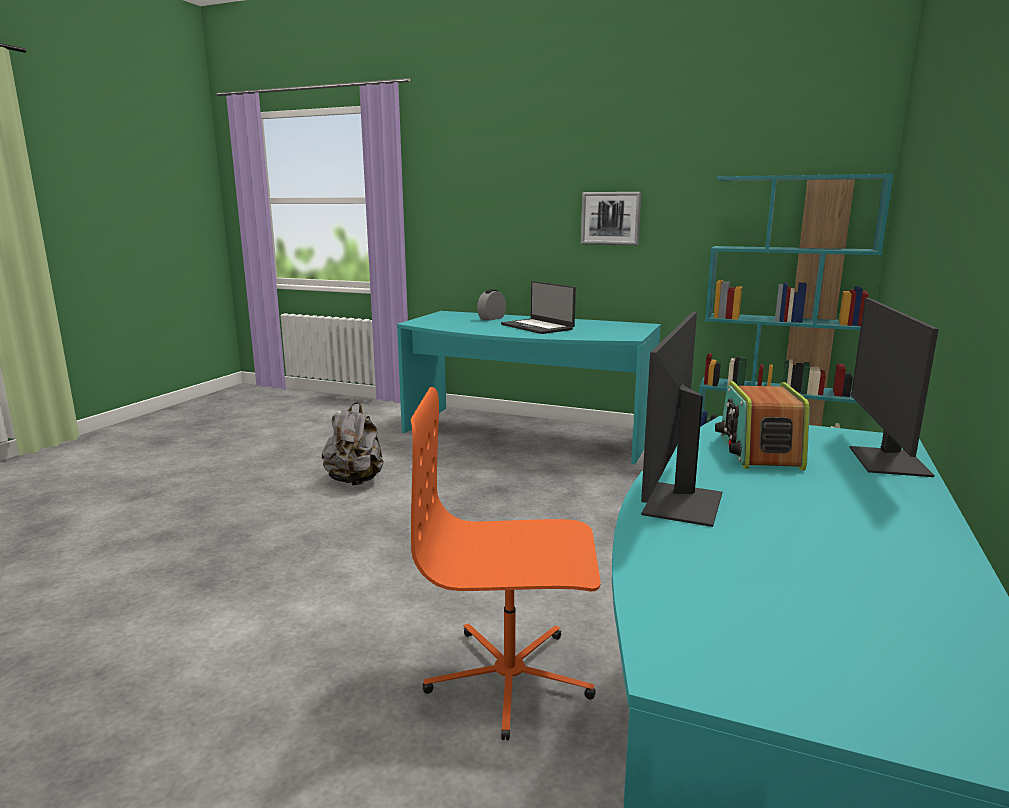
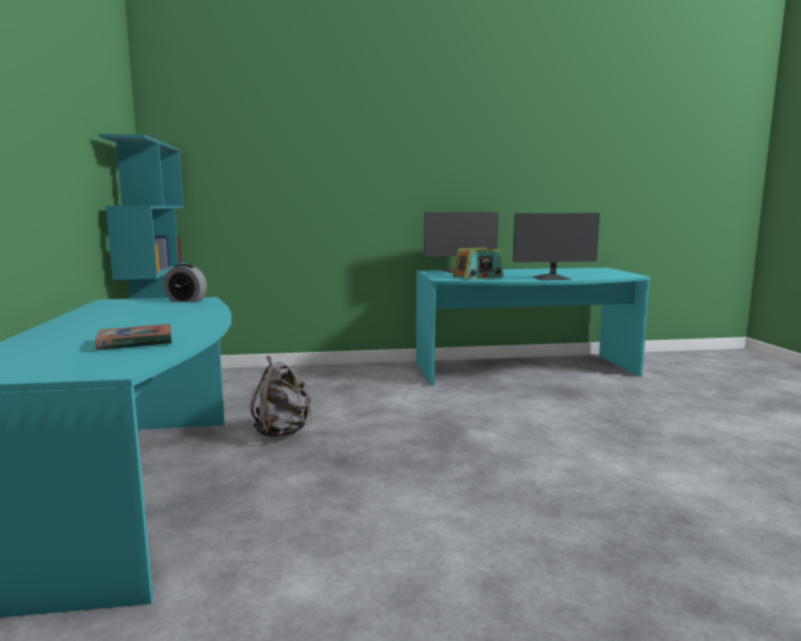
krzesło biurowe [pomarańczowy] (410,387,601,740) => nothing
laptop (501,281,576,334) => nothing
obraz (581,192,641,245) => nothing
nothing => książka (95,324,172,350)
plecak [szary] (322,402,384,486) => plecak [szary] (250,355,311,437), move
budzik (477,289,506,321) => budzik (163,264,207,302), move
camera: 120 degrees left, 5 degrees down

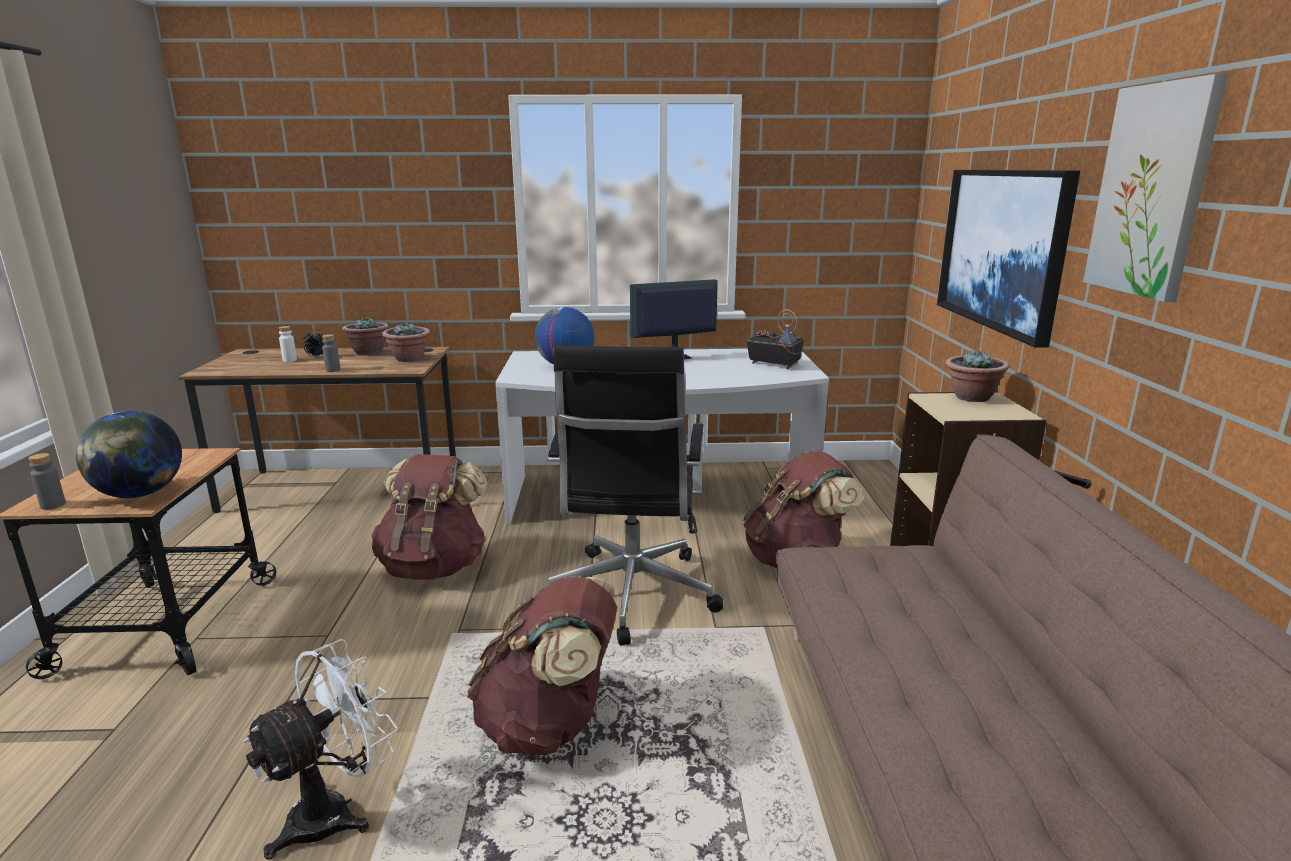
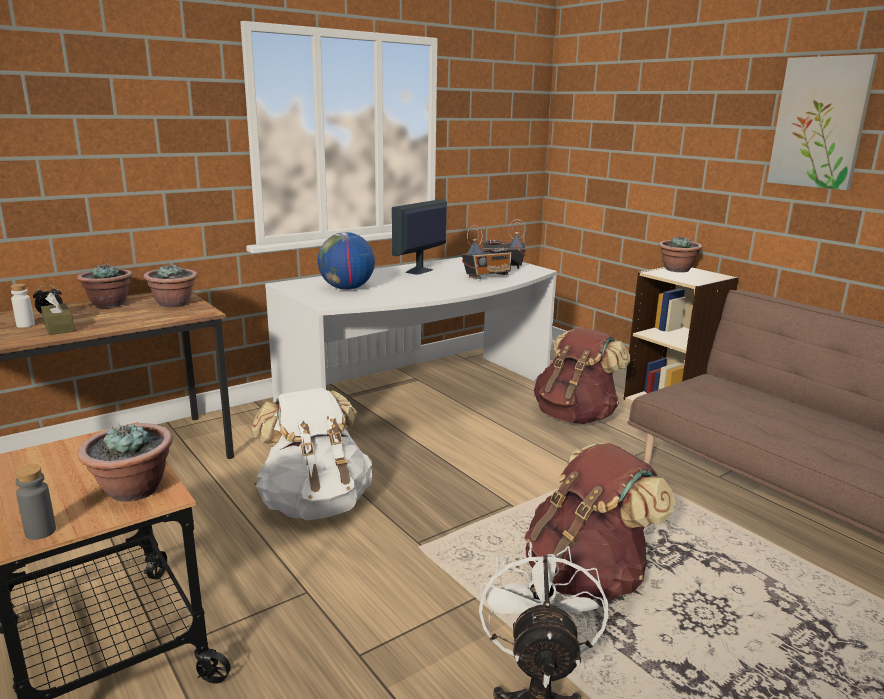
butelka [szary] (322,334,341,372) => nothing
krzesło biurowe [czarny] (542,345,723,645) => nothing
obraz (937,170,1080,348) => nothing
nothing => pudełko chusteczek [brązowy] (41,292,75,335)
nothing => radio (462,225,511,279)
globus (76,411,182,498) => roślina doniczkowa (78,423,173,502)
plecak [brązowy] (371,454,487,580) => plecak [biały] (251,388,372,520)
camera: 35 degrees left, 0 degrees up

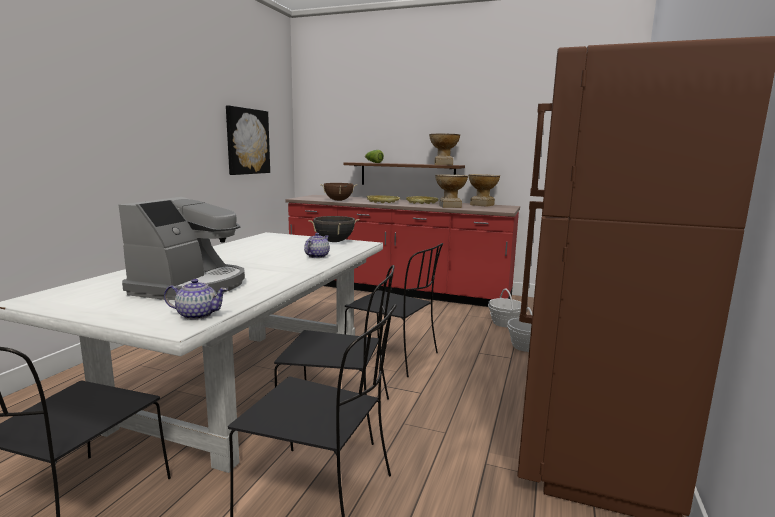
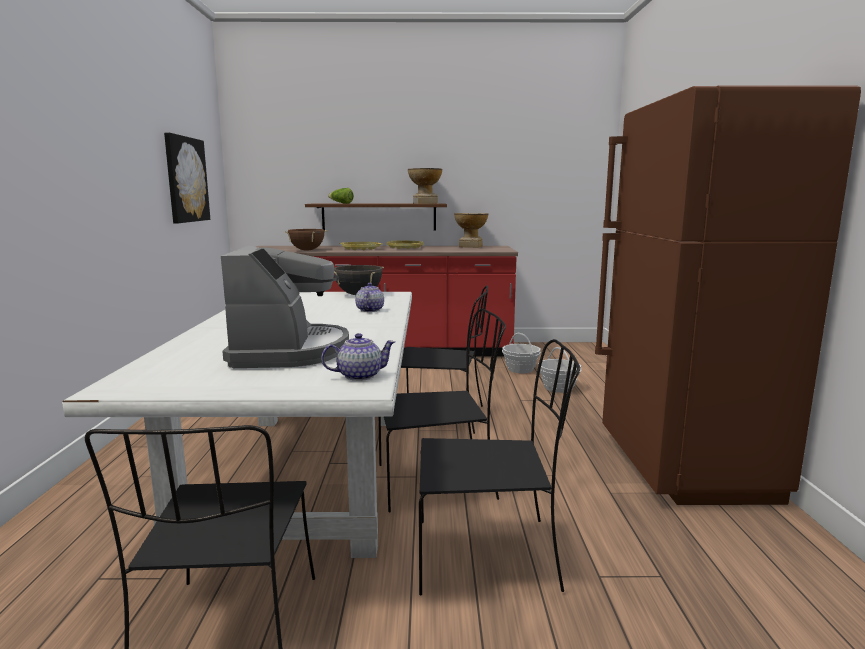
wazon (435,175,468,208) => nothing
camera: 20 degrees left, 0 degrees up

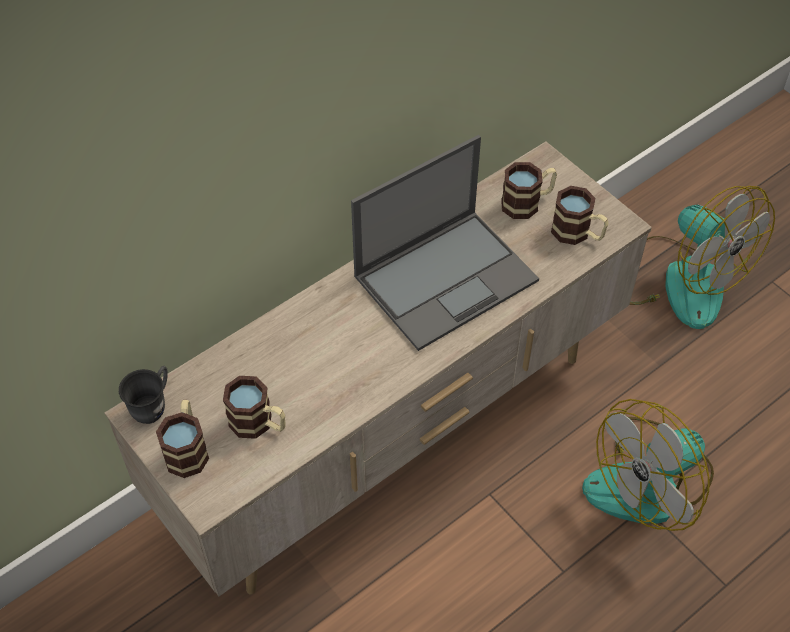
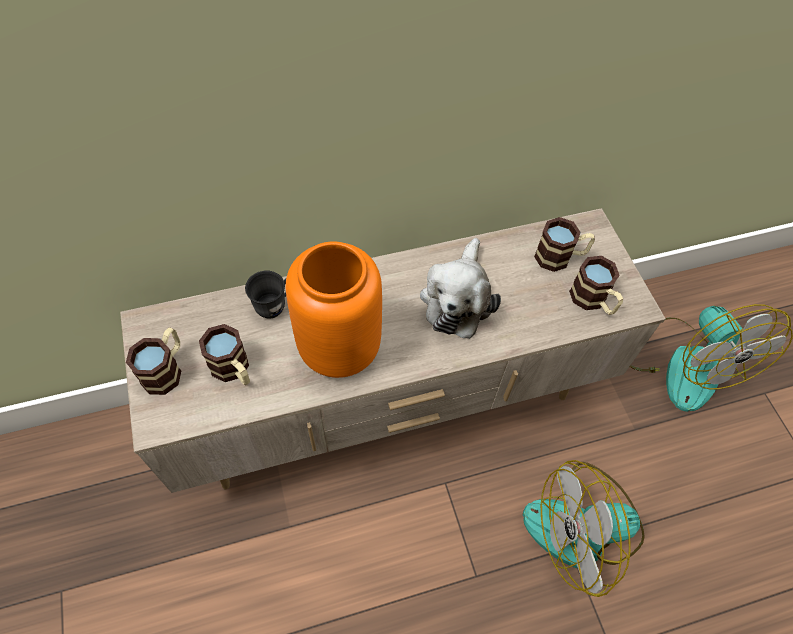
nothing => wazon [pomarańczowy] (286,241,382,378)
kubek [szary] (119,366,168,424) => kubek [szary] (245,271,286,319), move
laptop (351,135,539,351) => pluszak (420,238,501,339)
camera: 20 degrees right, 5 degrees up

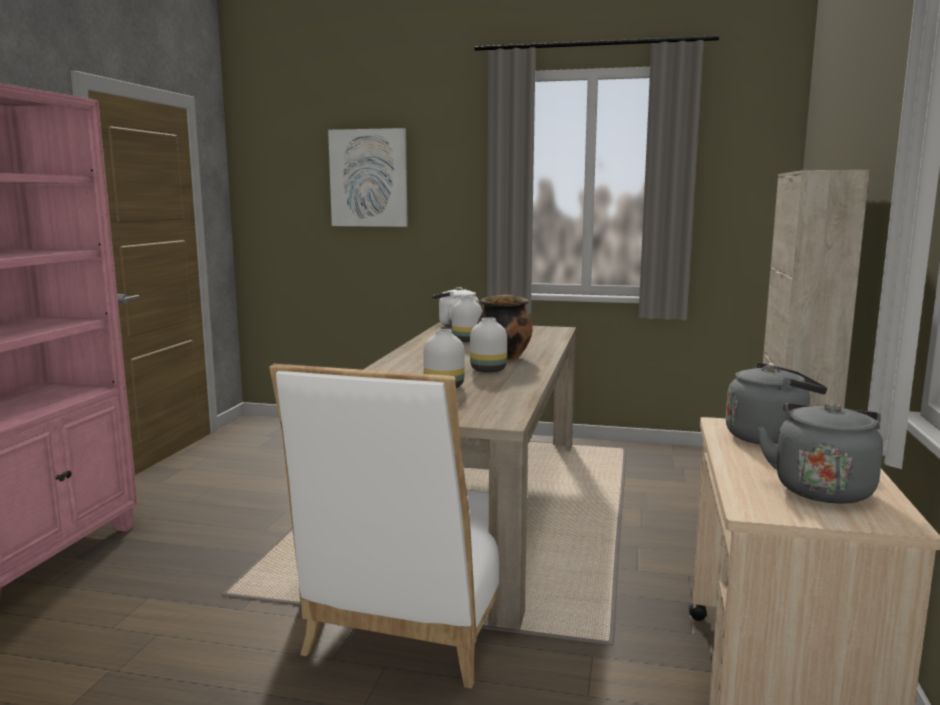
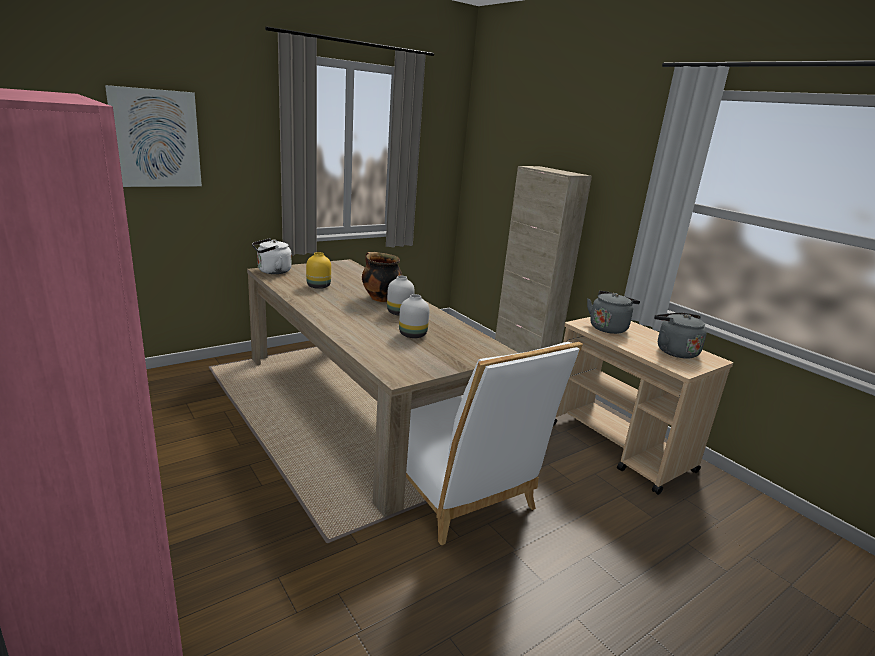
wazon [biały] (452,297,482,342) => wazon [żółty] (306,252,331,289)
camera: 50 degrees left, 10 degrees up

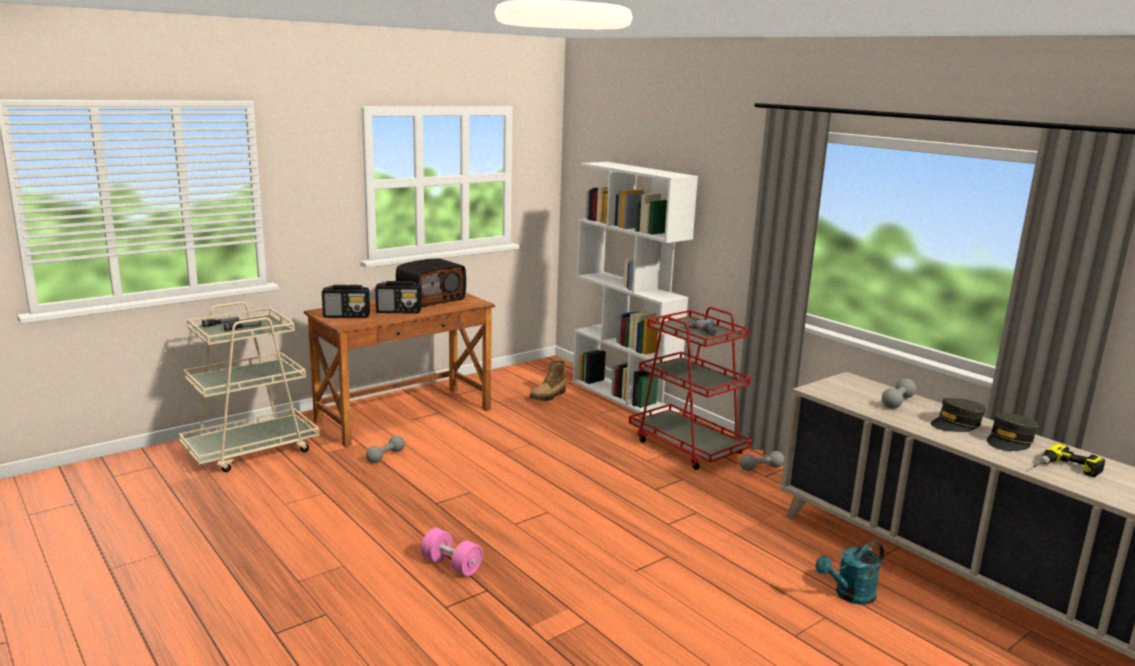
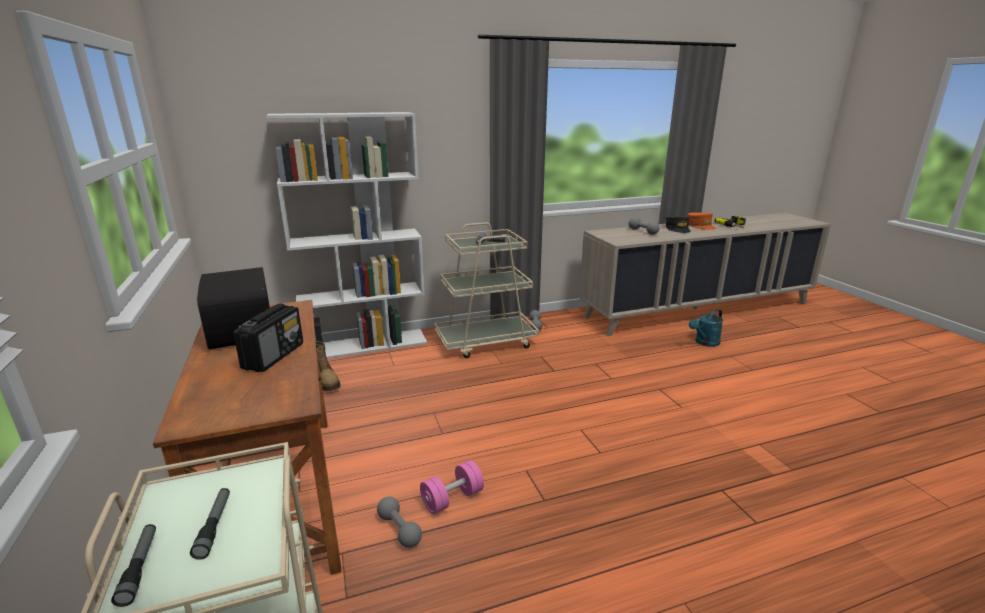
radio (322,285,370,318) => nothing
hantel [różowy] (421,528,483,576) => hantel [różowy] (420,460,484,514), move
wózek [czerwony] (629,307,752,470) => wózek [beżowy] (434,223,539,358)
czapka z daszkiem [szary] (987,413,1039,451) => czapka z daszkiem [pomarańczowy] (688,212,716,230)
konewka [turkusowy] (815,541,884,605) => konewka [turkusowy] (689,309,723,347), 60 degrees clockwise
camera: 70 degrees left, 5 degrees up

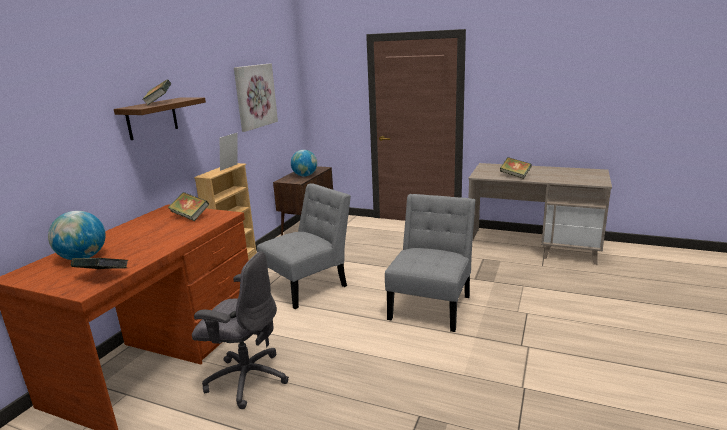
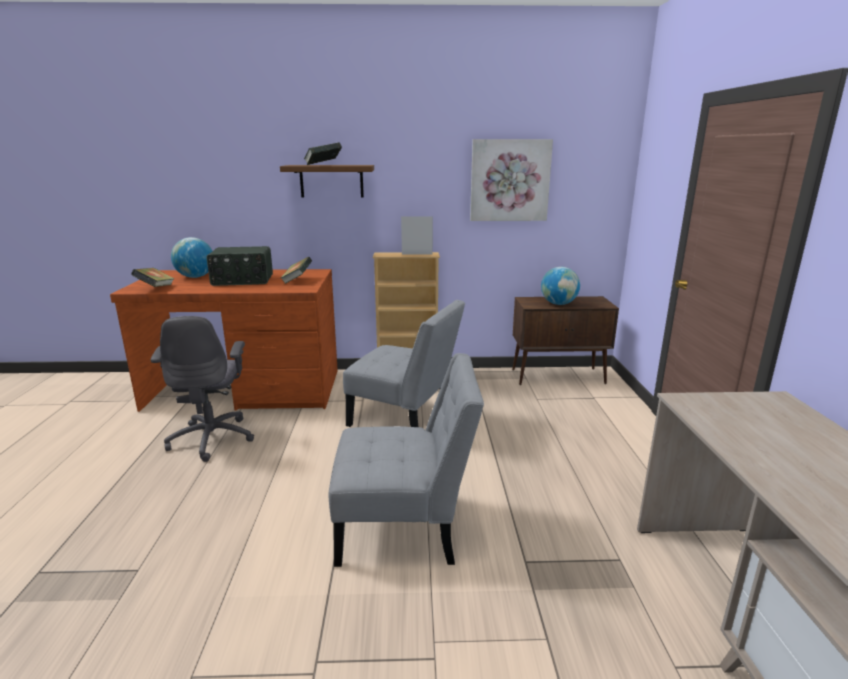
książka (500,157,532,179) => nothing
nothing => radio (206,246,273,286)
camera: 65 degrees right, 0 degrees up

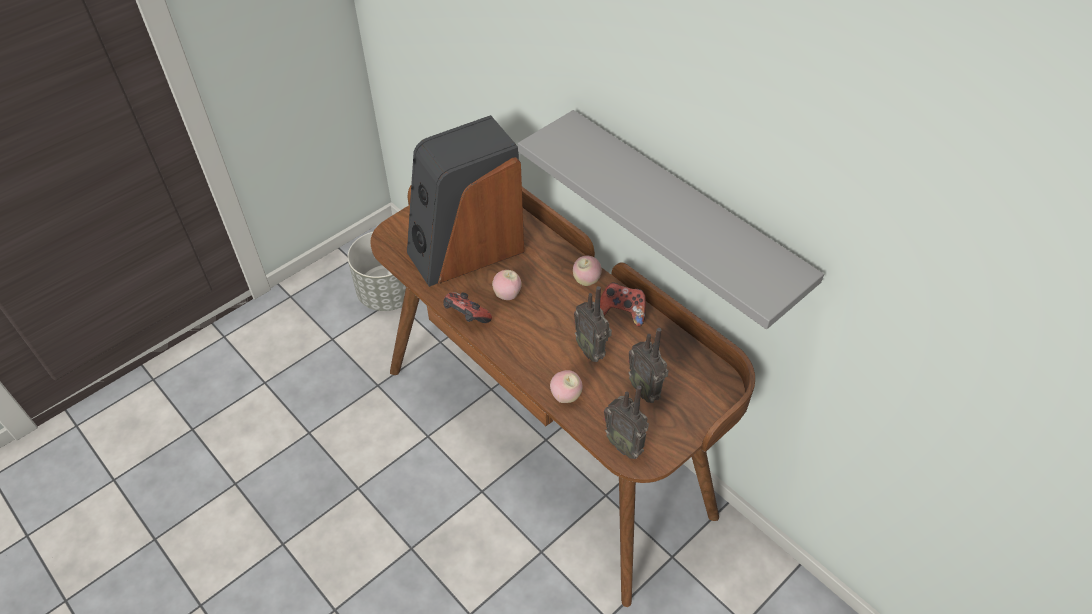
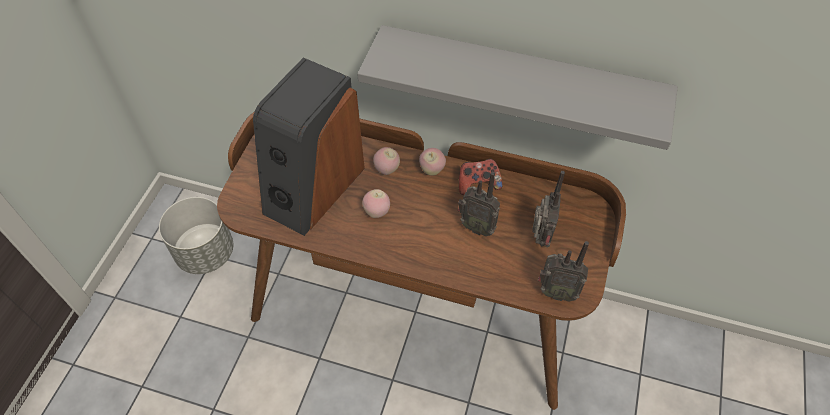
pad do gier (444,292,492,323) => nothing
jabłko (550,370,583,403) => jabłko (373,147,400,175), move
radio (628,328,669,403) => radio (532,171,565,248), 105 degrees counterclockwise
camera: 30 degrees left, 5 degrees up

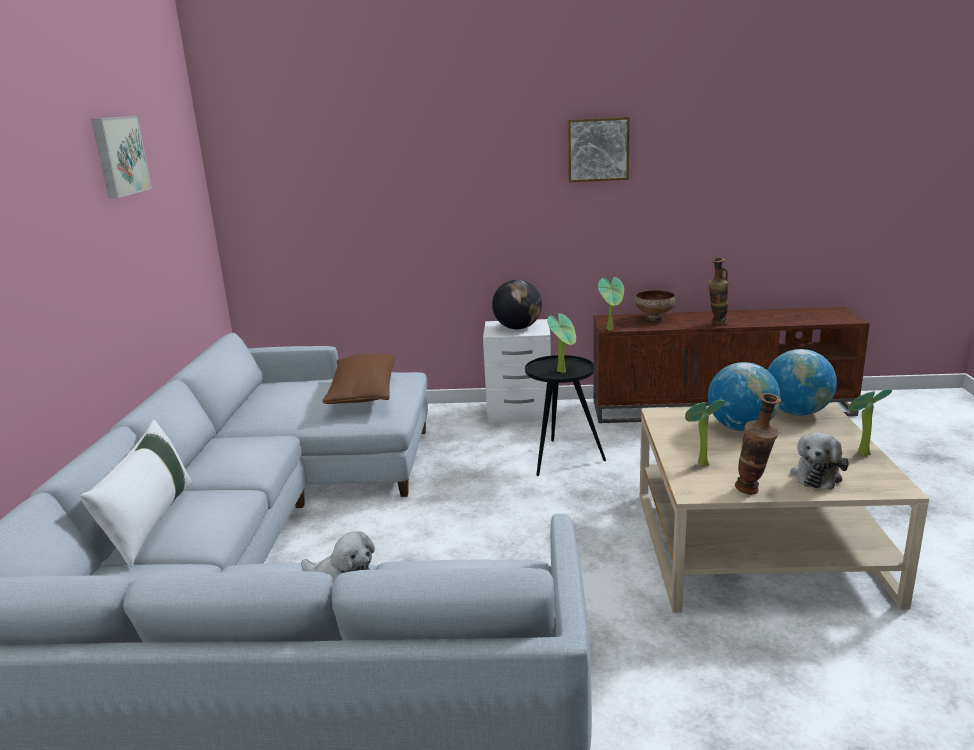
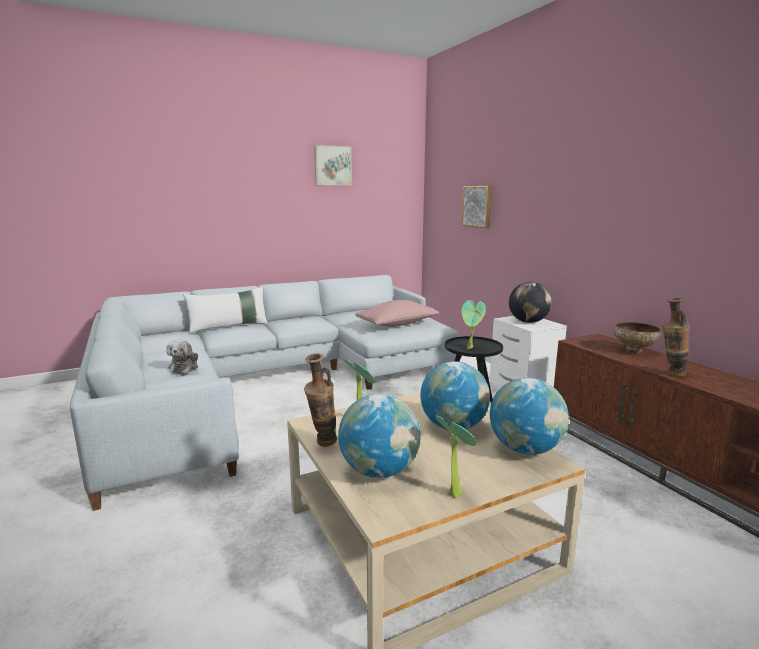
roślina doniczkowa (598,277,624,331) => nothing
obraz (568,117,630,182) => obraz (462,186,492,228), move
pluszak (790,432,849,490) => globus (338,394,421,478)
poduszka [brązowy] (322,353,395,404) => poduszka [różowy] (355,300,439,327)
camera: 60 degrees right, 5 degrees down

